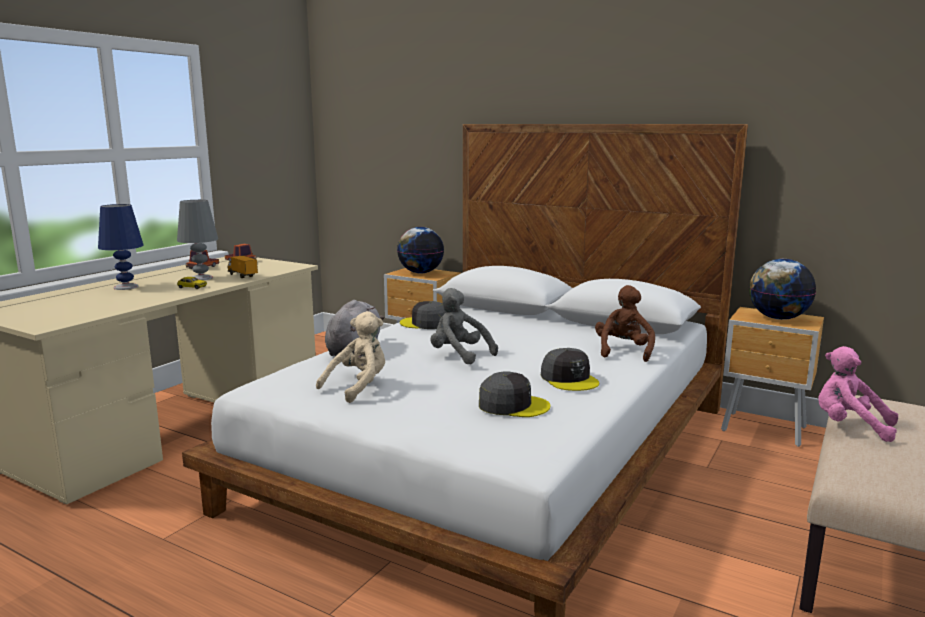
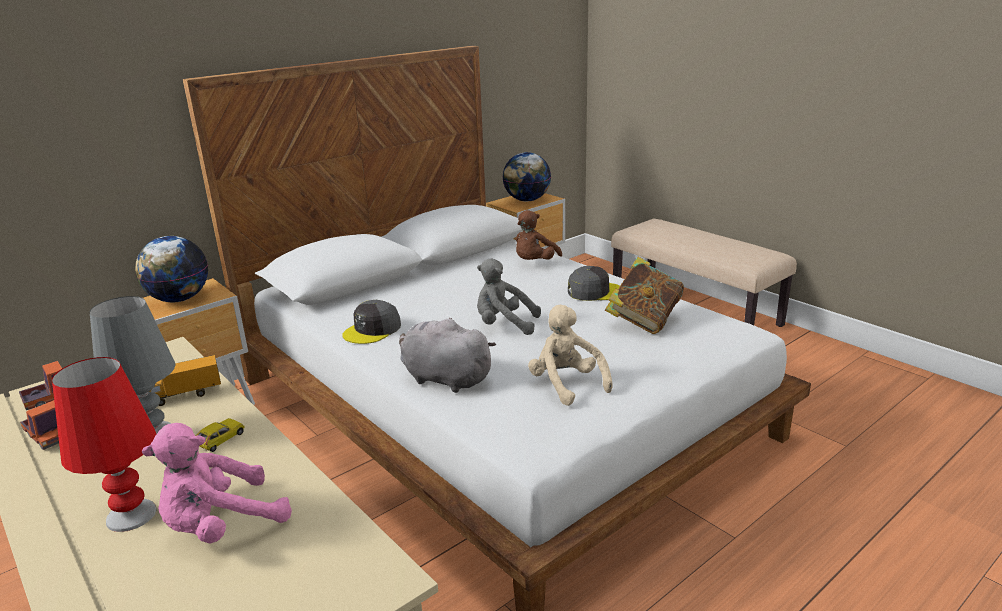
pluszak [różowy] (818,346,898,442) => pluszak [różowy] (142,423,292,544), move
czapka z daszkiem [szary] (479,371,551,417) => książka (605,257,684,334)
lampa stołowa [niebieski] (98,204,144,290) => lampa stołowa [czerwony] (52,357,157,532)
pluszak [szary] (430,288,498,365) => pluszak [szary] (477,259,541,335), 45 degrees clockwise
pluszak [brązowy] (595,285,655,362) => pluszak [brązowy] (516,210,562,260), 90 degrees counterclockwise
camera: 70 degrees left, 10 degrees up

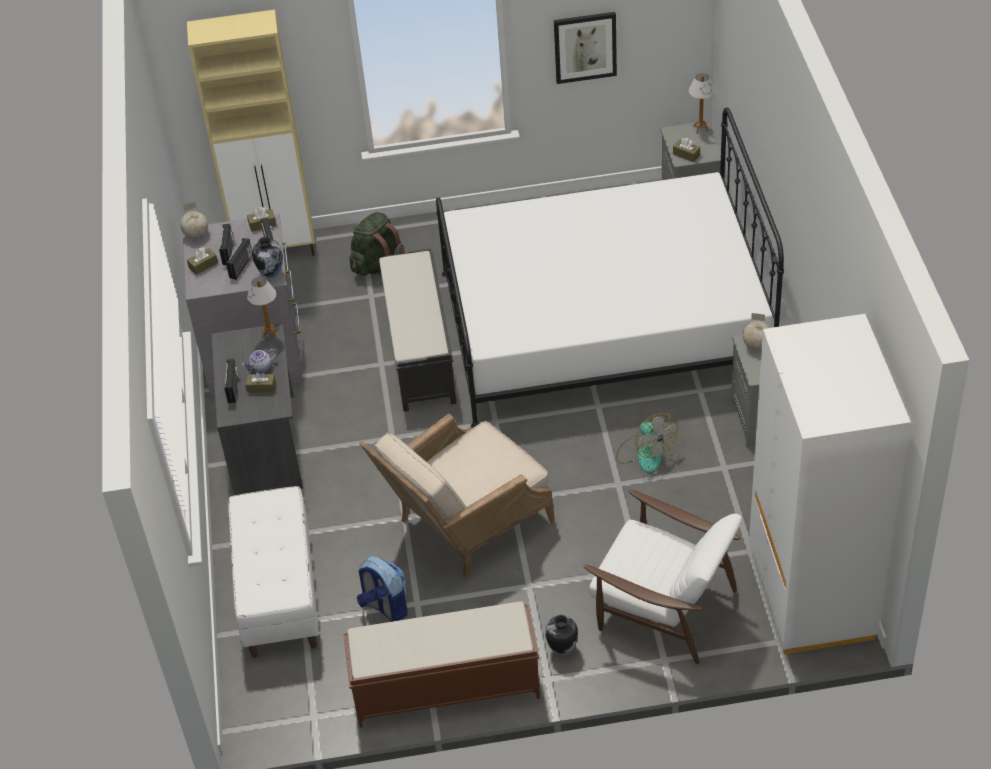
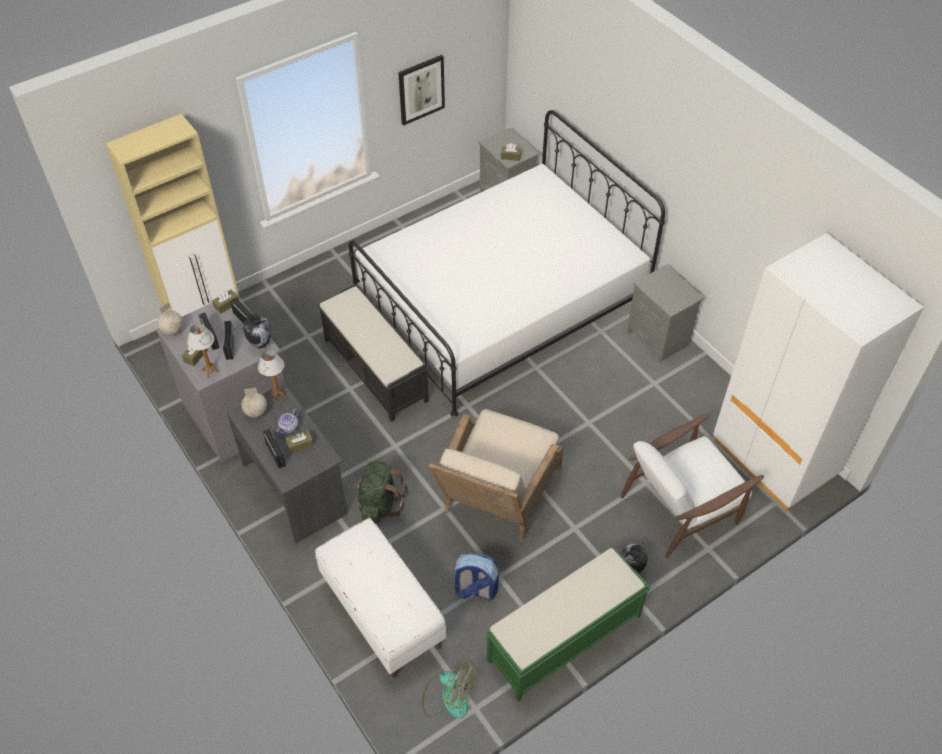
plecak [zielony] (349,212,405,277) => plecak [zielony] (353,461,408,523), move
wentylator (616,413,678,473) => wentylator (422,661,477,719), move
lampa stołowa (689,73,715,133) => lampa stołowa (187,324,219,378), move
globus (743,313,769,350) => globus (241,387,267,418), move
ławka [brązowy] (343,601,540,728) => ławka [zielony] (486,548,650,702)
fotel [biały] (584,489,742,664) => fotel [biały] (621,413,764,558), 150 degrees clockwise
camera: 30 degrees left, 5 degrees up

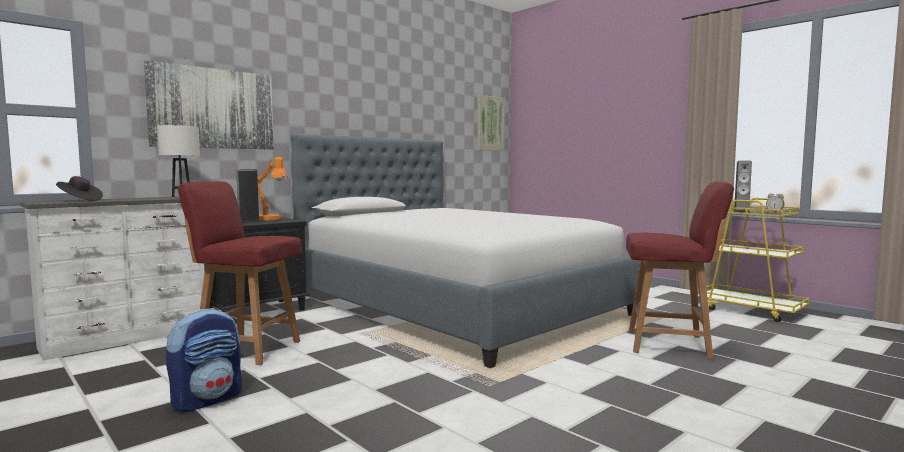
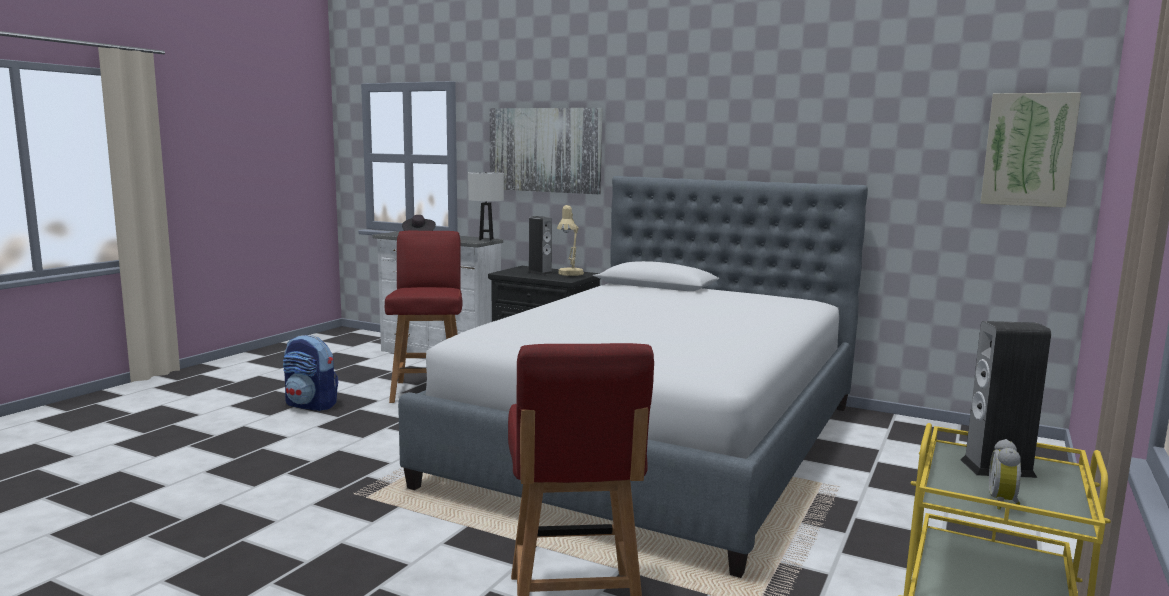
lampa stołowa [pomarańczowy] (258,156,288,220) => lampa stołowa [beżowy] (557,205,584,276)
camera: 70 degrees right, 5 degrees up

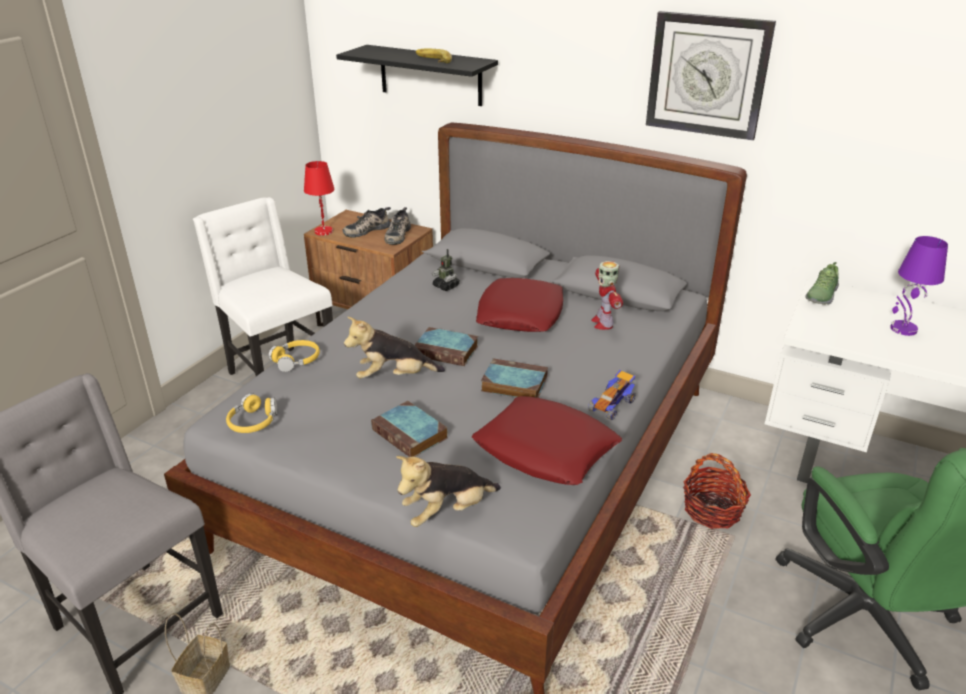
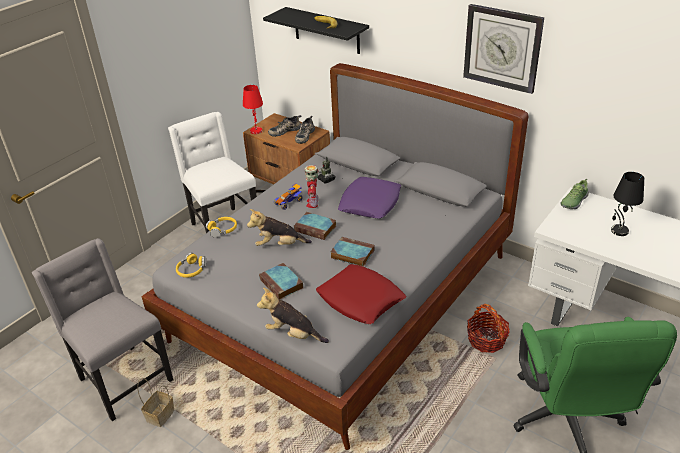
samochodzik (588,370,636,420) => samochodzik (274,183,303,210), move
robot zabawkowy (591,261,623,330) => robot zabawkowy (305,165,319,208), move
poduszka [czerwony] (476,278,563,332) => poduszka [fioletowy] (338,177,401,219)
lampa stołowa [fioletowy] (890,236,948,336) => lampa stołowa [czarny] (611,172,644,236)
pluszak (396,456,501,527) => pluszak (257,288,329,343), 45 degrees clockwise
camera: 10 degrees right, 5 degrees up

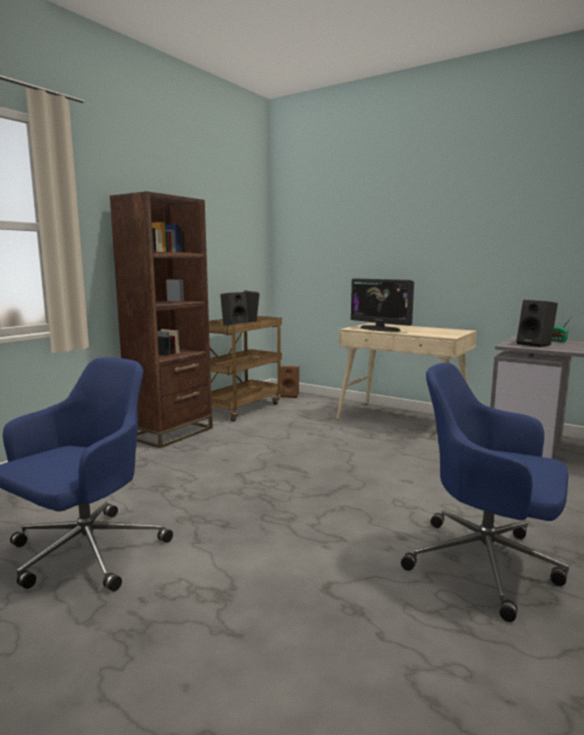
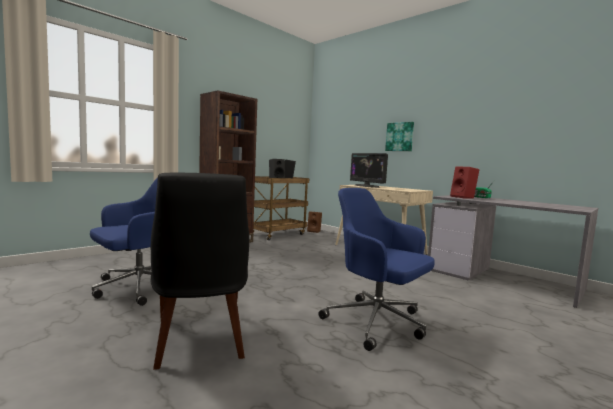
nothing => krzesło [czarny] (150,172,249,370)
nothing => obraz (385,122,414,151)
głośnik [czarny] (516,300,558,347) => głośnik [czerwony] (450,166,479,199)
camera: 10 degrees right, 5 degrees down

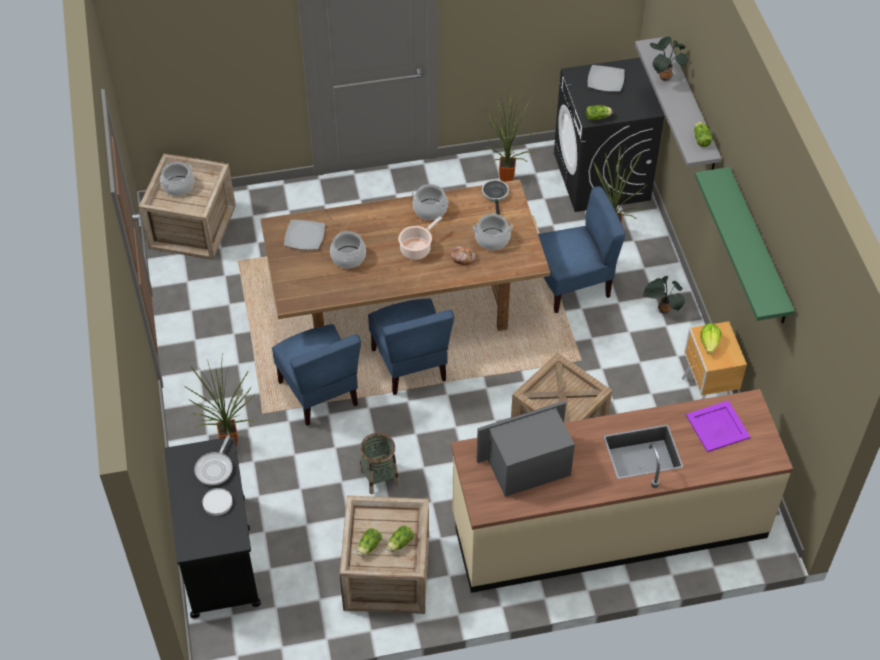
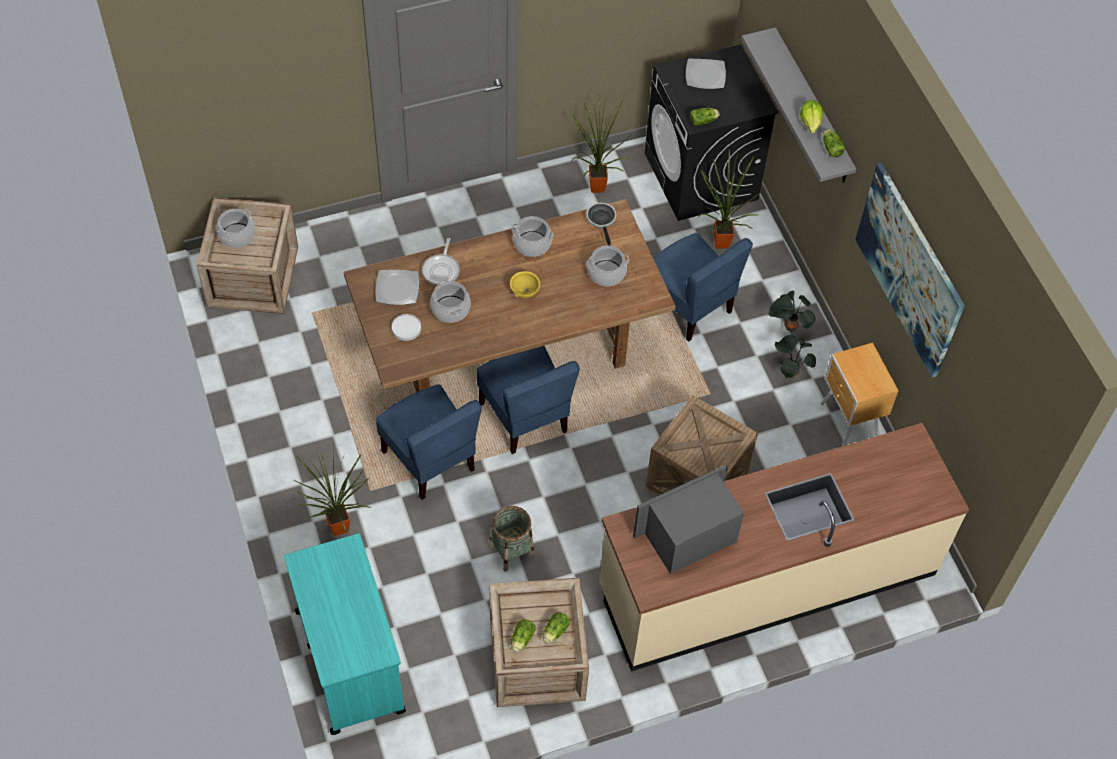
chleb (451,245,477,265) => nothing
taca [fioletowy] (686,401,750,452) => nothing
patelnia (194,436,233,486) => patelnia (422,238,460,286), move
talerz [biały] (202,488,233,516) => talerz [biały] (392,314,421,341), move
roślina doniczkowa (650,37,688,81) => roślina doniczkowa (775,335,816,379), move
sałata (700,323,722,354) => sałata (800,100,823,133), move
garnek (398,216,442,260) => miska [żółty] (510,271,540,298)
półka [zielony] (695,167,795,323) => obraz (855,163,965,378)
wózek [czarny] (164,436,261,618) => wózek [turkusowy] (284,533,406,735)
krzesło [niebieski] (538,186,625,313) => krzesło [niebieski] (653,233,753,342), 75 degrees clockwise
camera: 10 degrees left, 5 degrees up

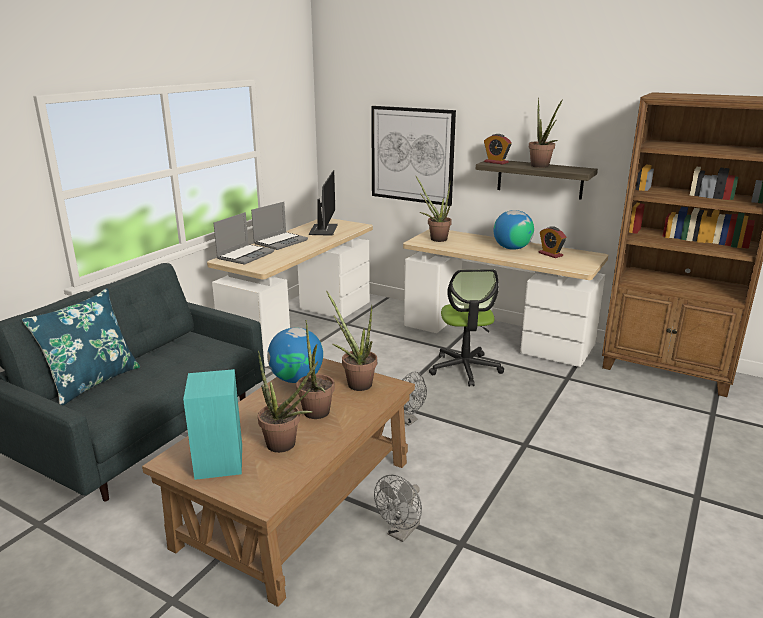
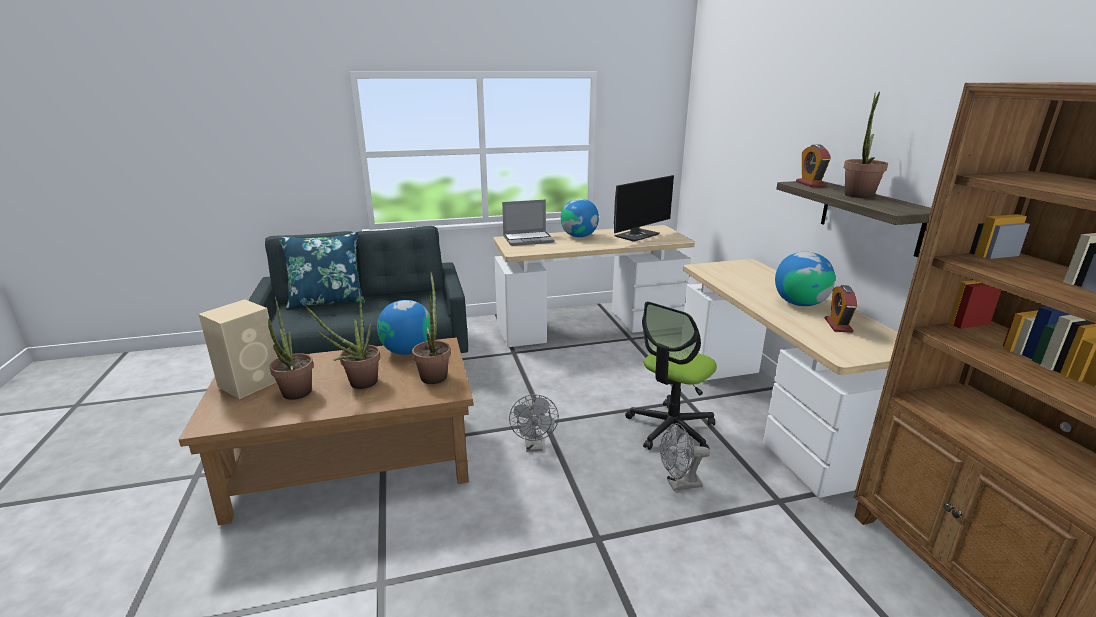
obraz (371,106,456,206) => nothing
roślina doniczkowa (415,175,452,242) => nothing
wentylator [szary] (374,475,422,542) => wentylator [szary] (660,423,710,491), move
laptop (251,202,308,250) => globus (561,199,599,237)
głośnik [turkusowy] (183,369,242,480) => głośnik [beżowy] (198,299,278,399)
camera: 45 degrees right, 0 degrees up

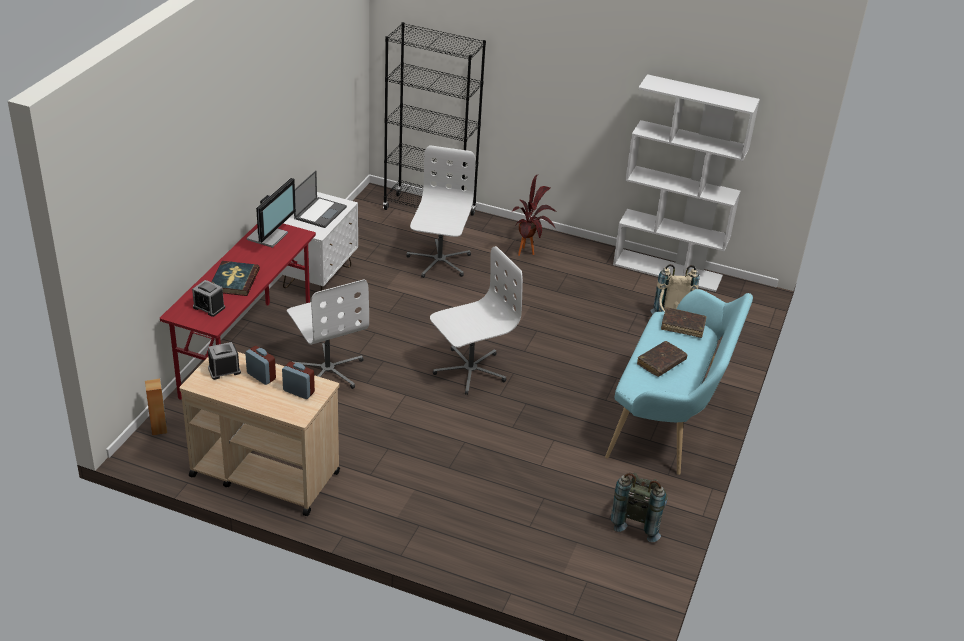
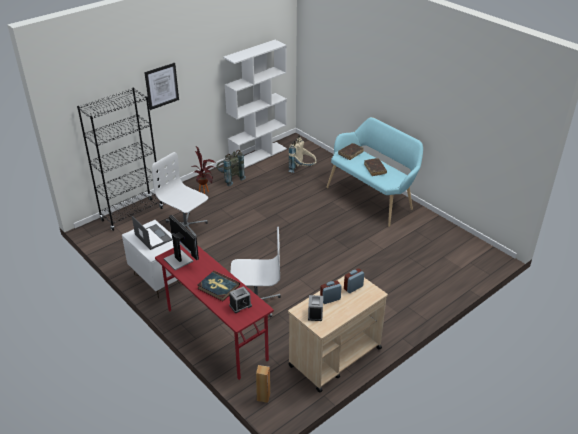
krzesło biurowe [biały] (430,246,523,395) => nothing
nothing => obraz (144,63,179,110)
plecak [szary] (611,473,668,542) => plecak [szary] (217,150,246,186), move
camera: 60 degrees left, 0 degrees up

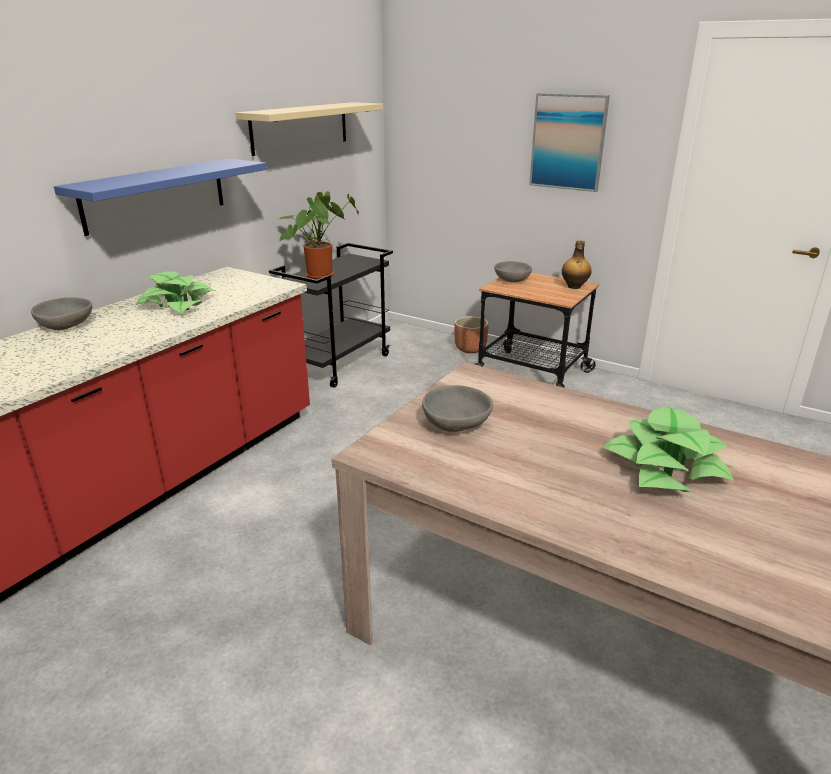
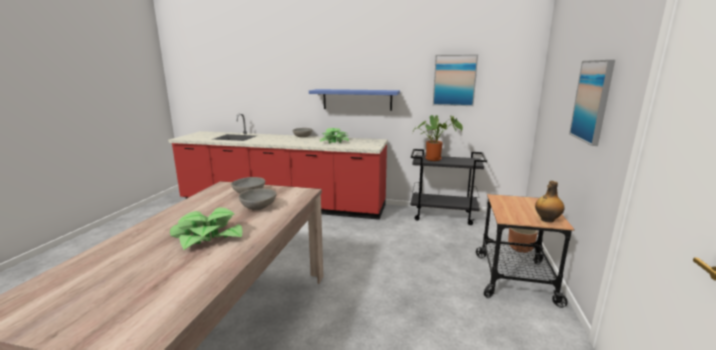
miska [szary] (494,261,532,282) => miska [szary] (239,189,277,210), move
półka [beżowy] (235,102,383,156) => obraz (433,55,478,106)
camera: 70 degrees right, 10 degrees down

